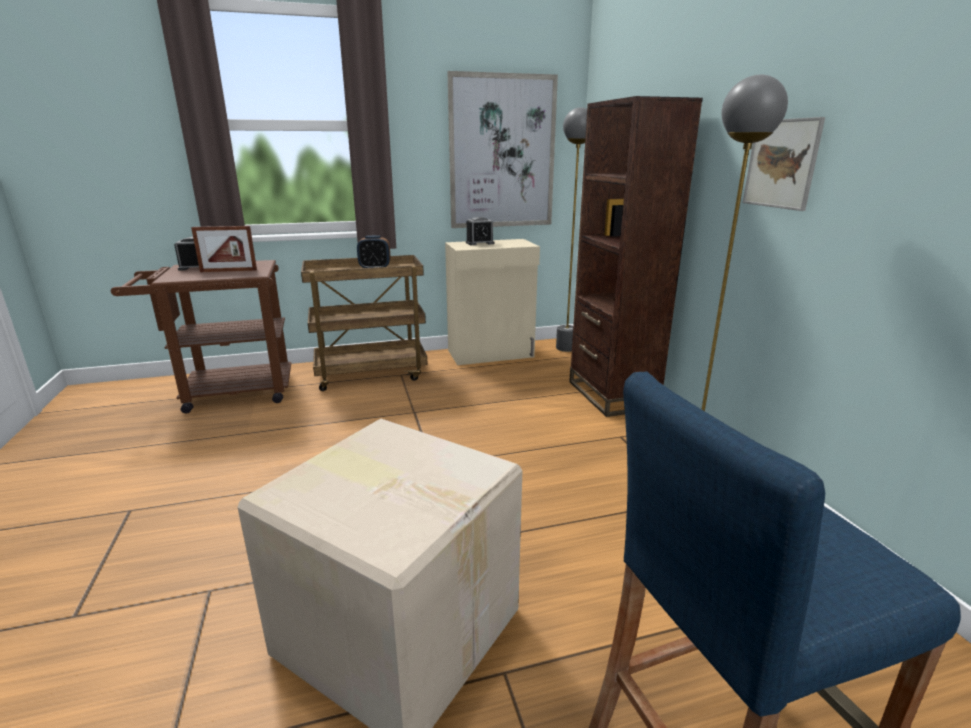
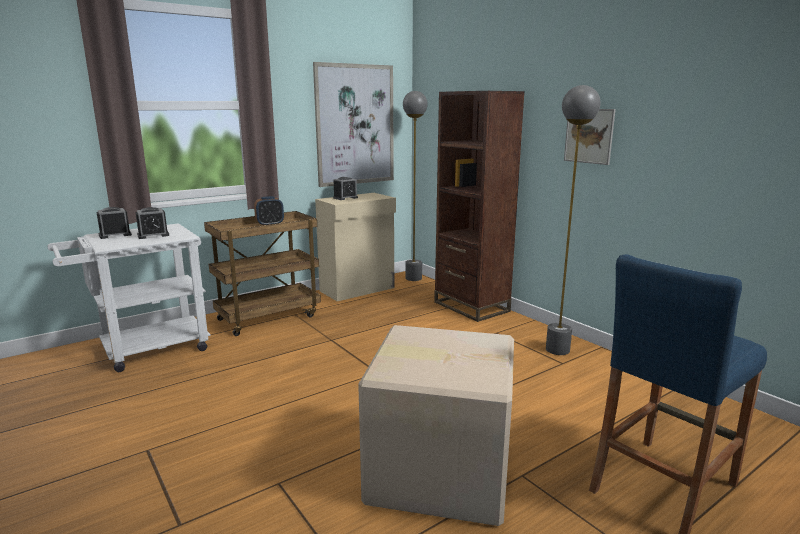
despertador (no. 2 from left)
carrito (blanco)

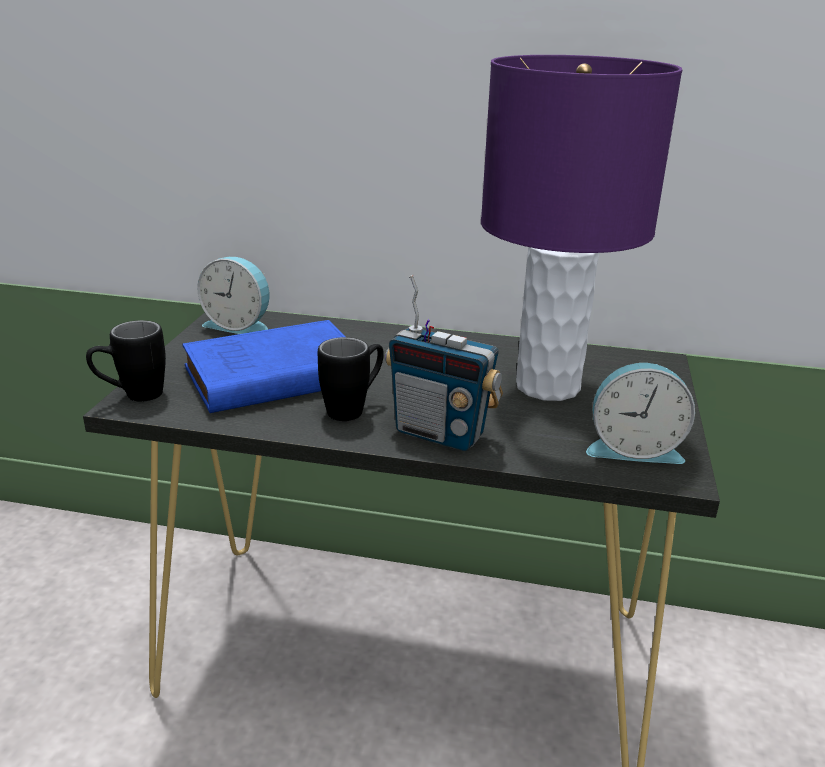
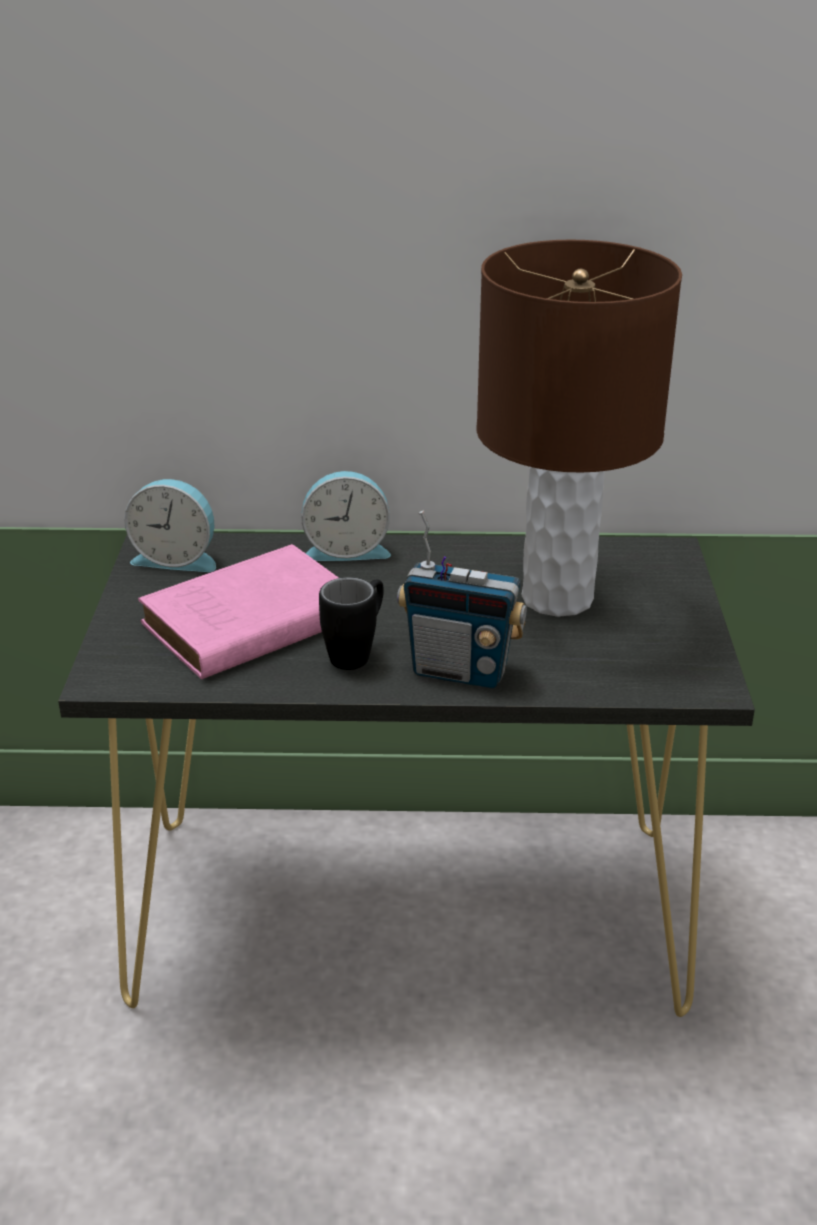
taza grande (negro) (no. 1 from left in the first image)
despertador (no. 2 from left)
libro (rosa)
lámpara de mesa (marrón)

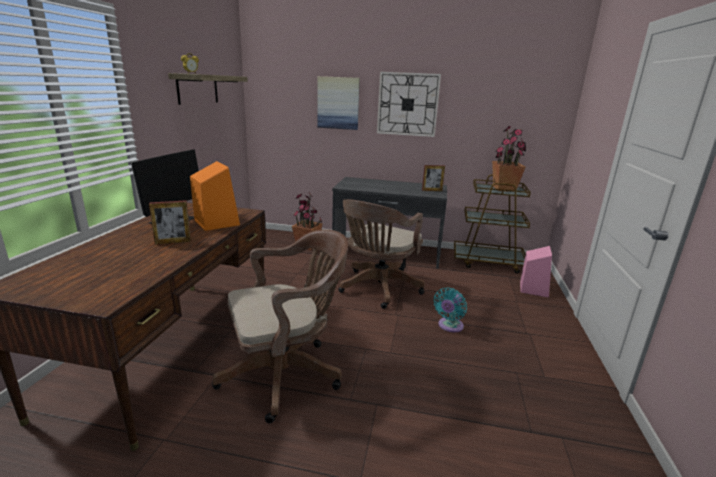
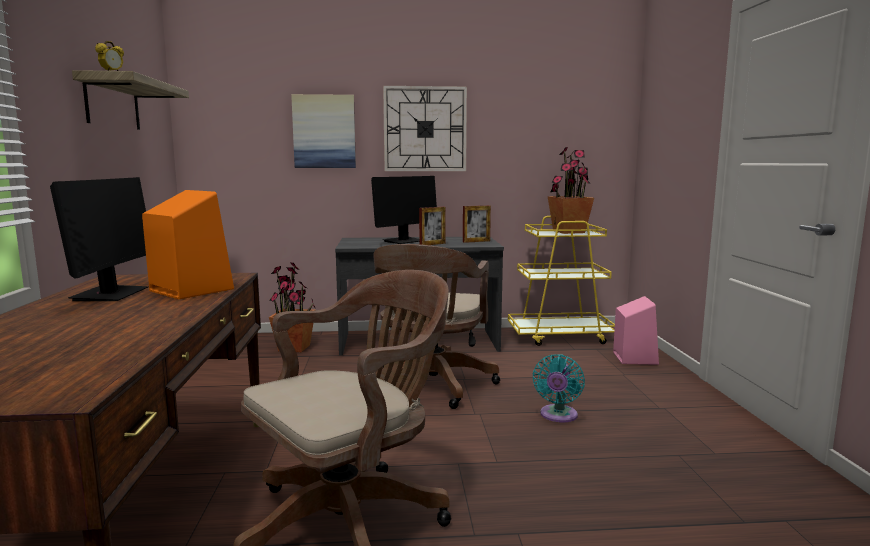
monitor (no. 2 from left)
portarretratos (no. 1 from left)
carrito (amarillo)

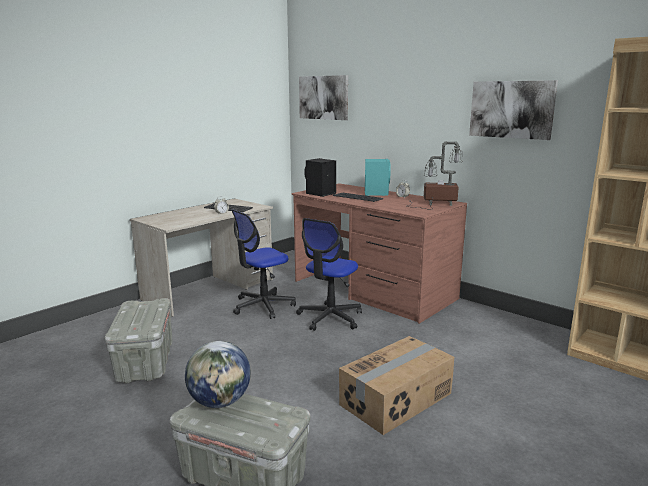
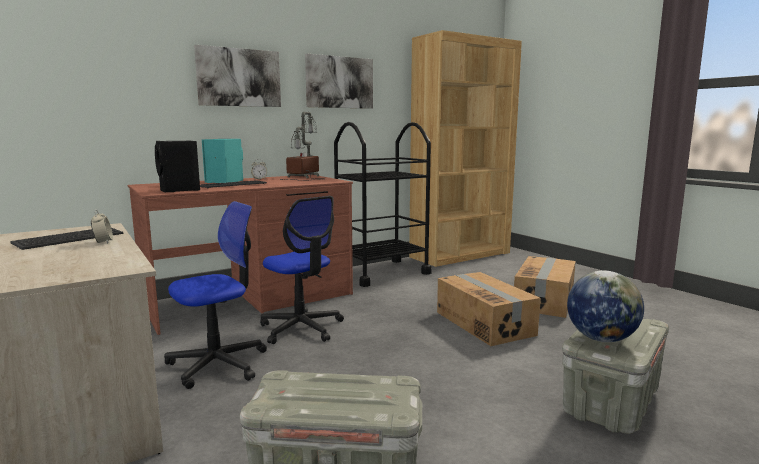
carrito (negro)
caja de cartón (no. 2 from left)
cuadro (no. 1 from left)
silla de oficina (no. 1 from left)

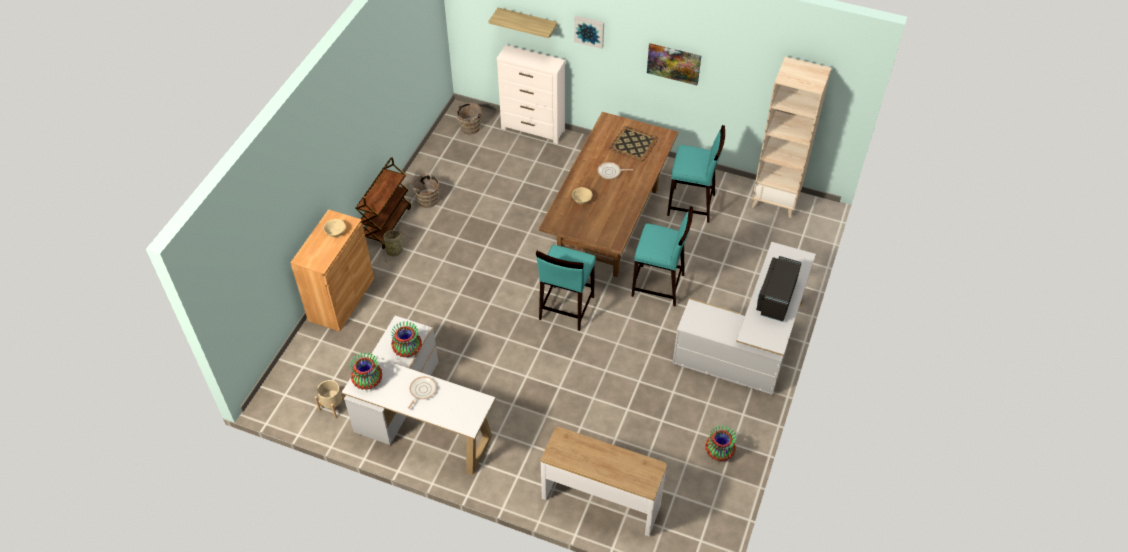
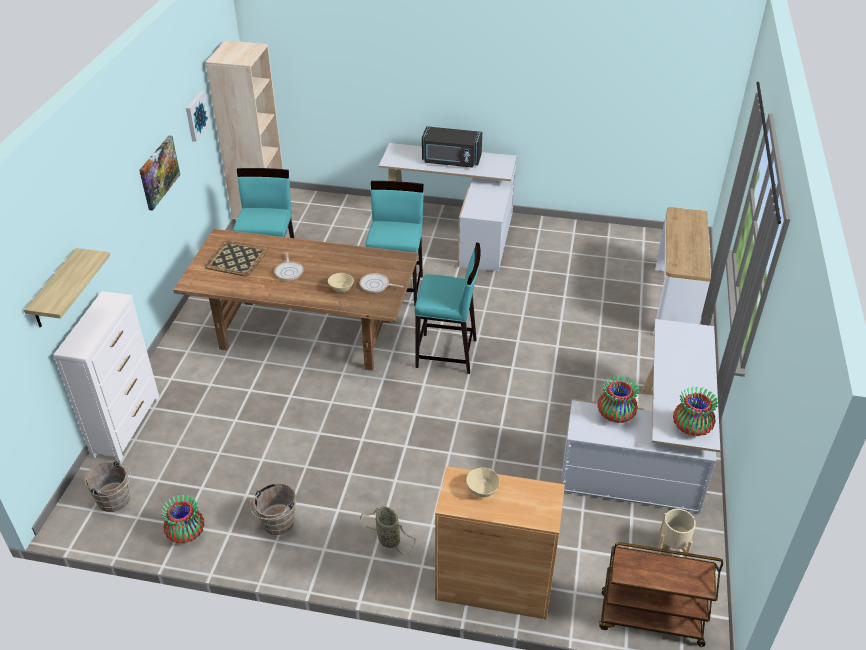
carrito (marrón)
sartén (no. 2 from left)
cuadro (no. 2 from left)
florero (no. 1 from left)

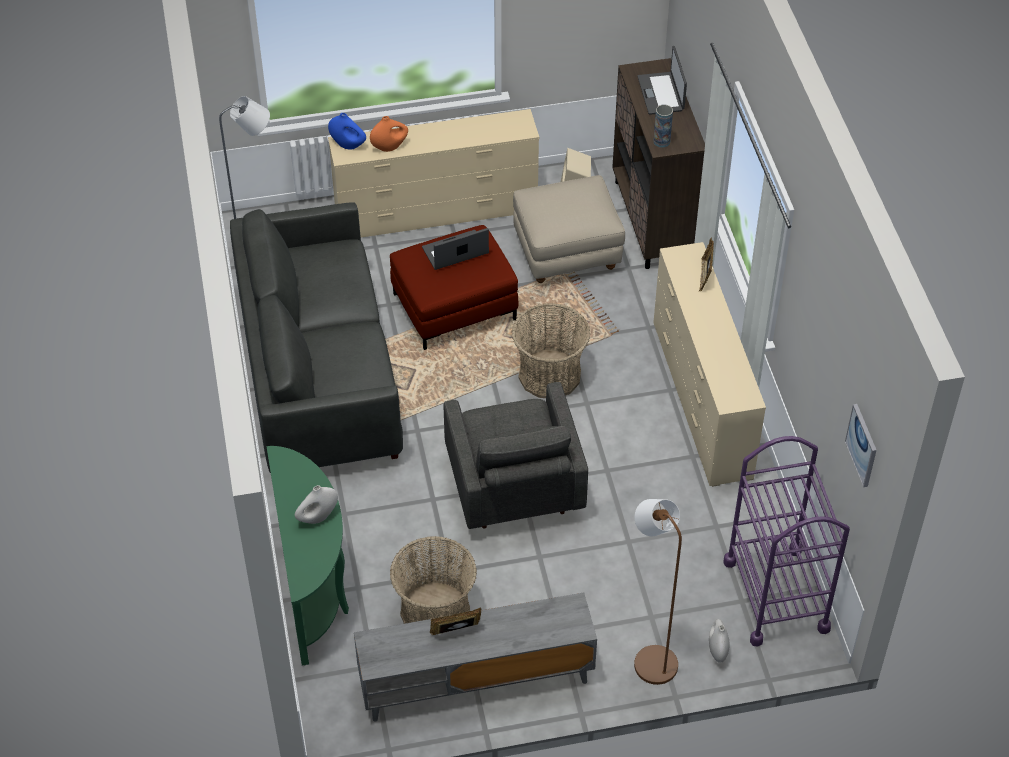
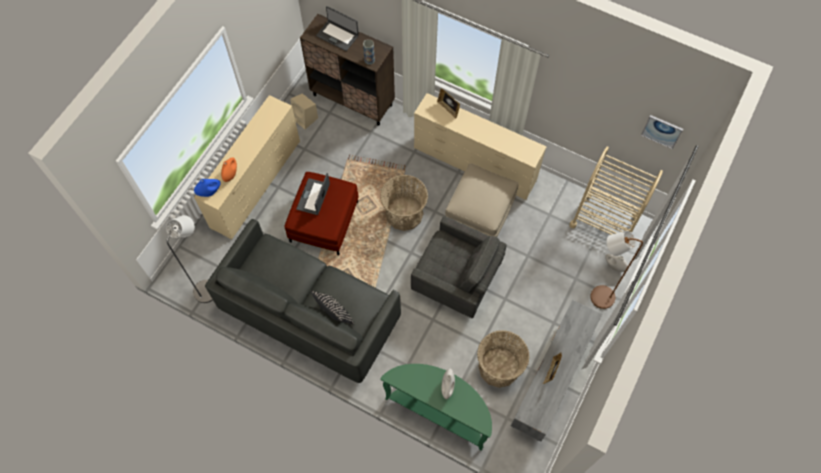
cojín (negro)
puf (beis)
carrito (beis)

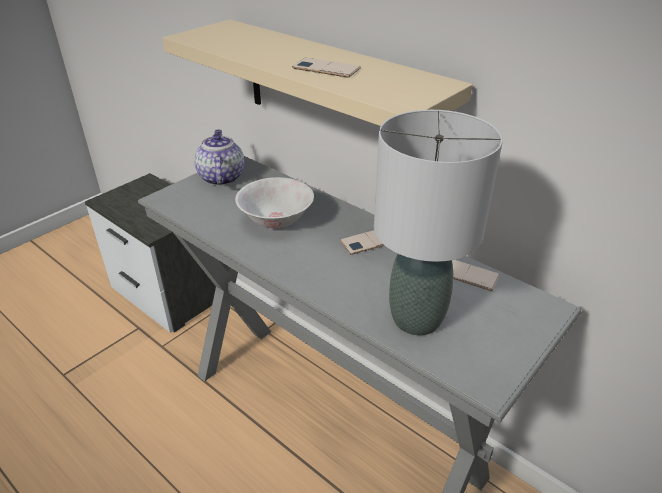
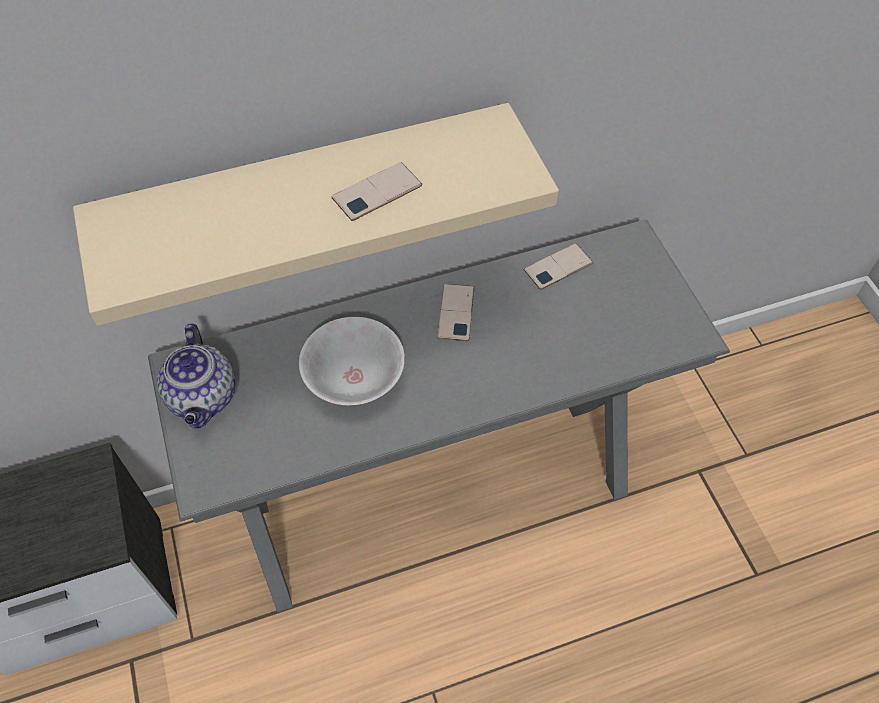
lámpara de mesa (gris)
tetera

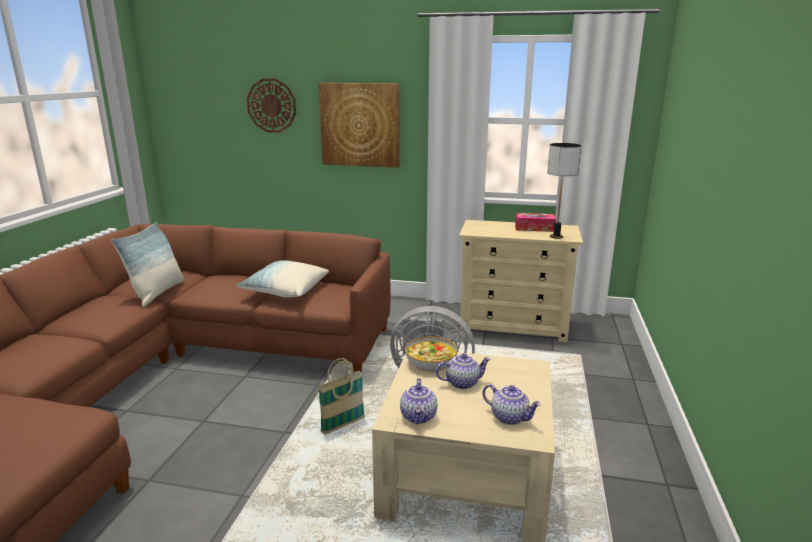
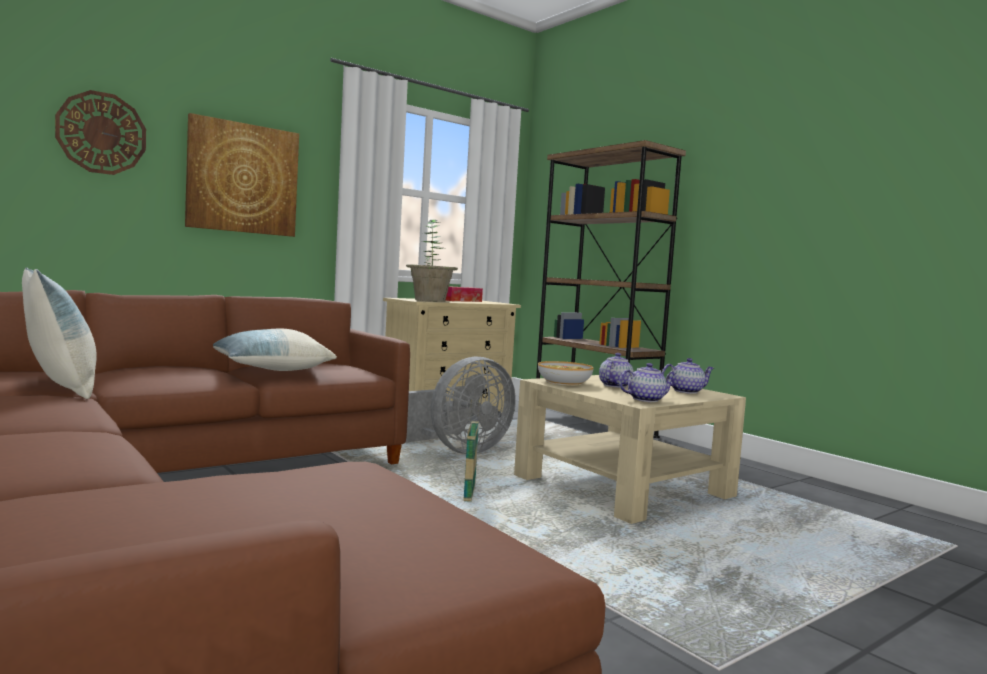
lámpara de mesa
planta en maceta
estantería (marrón)
tetera (no. 2 from left)

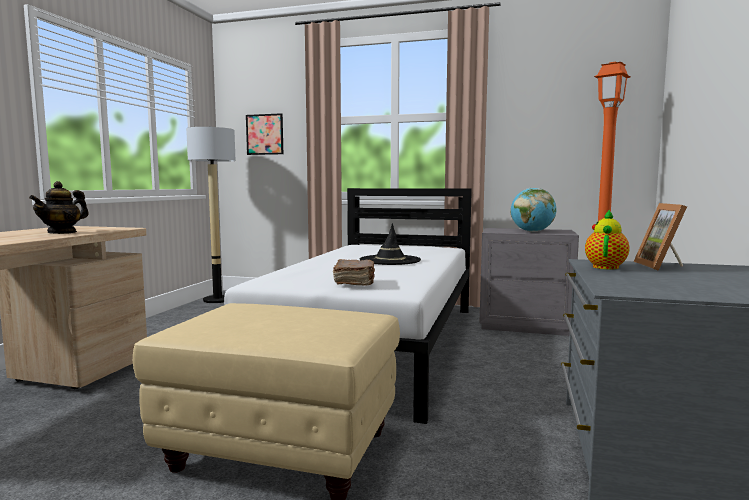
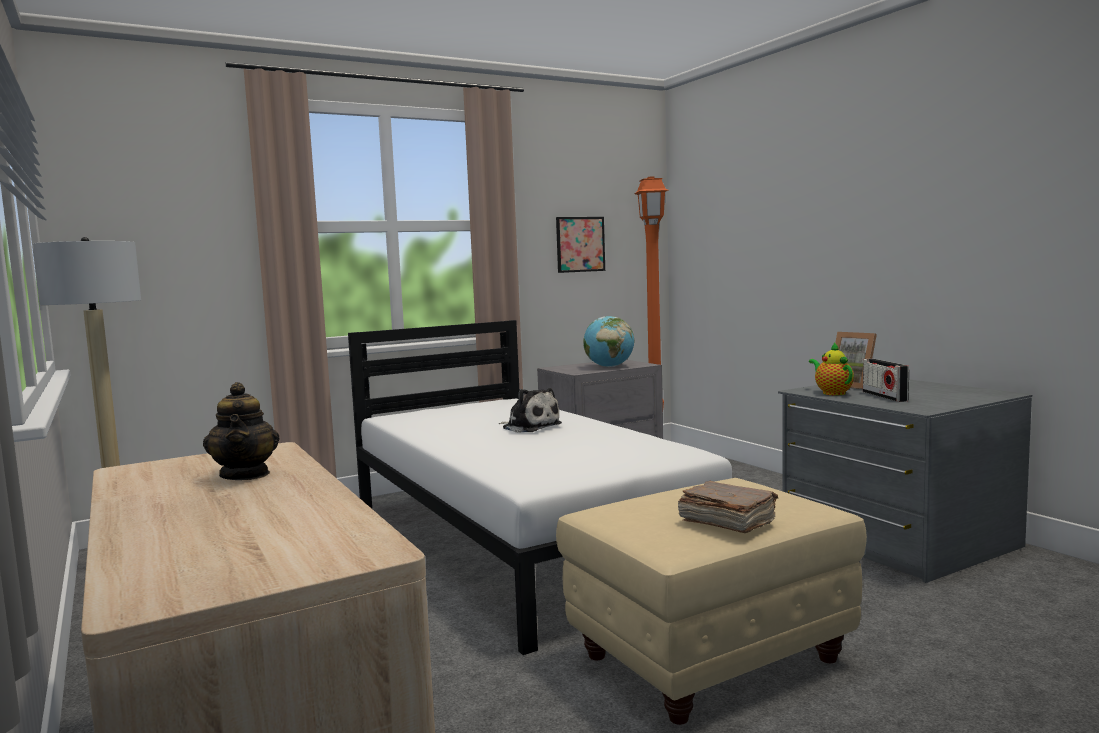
radio
cuadro
libro (marrón)
peluche

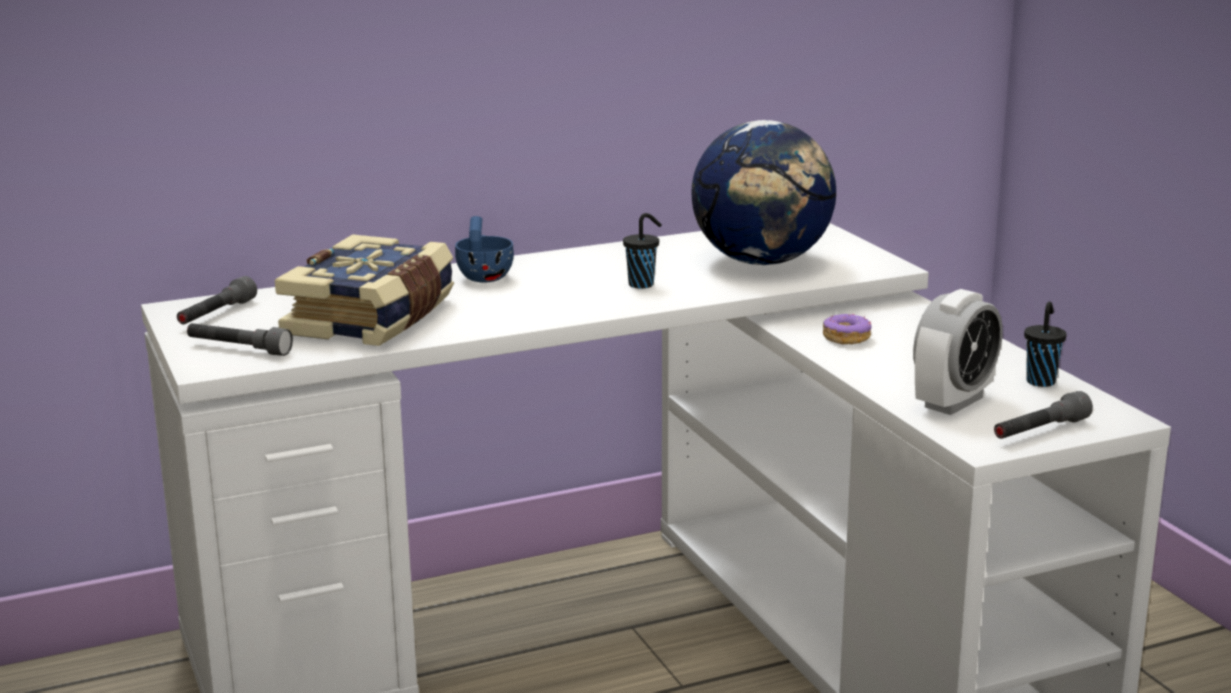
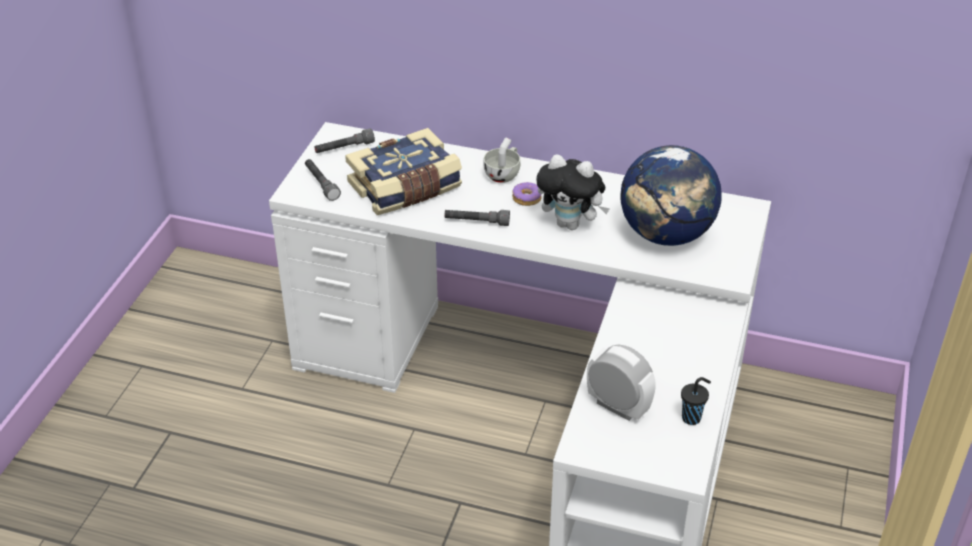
rosquilla
linterna (gris) (no. 3 from left)
peluche
taza (blanco)
despertador

